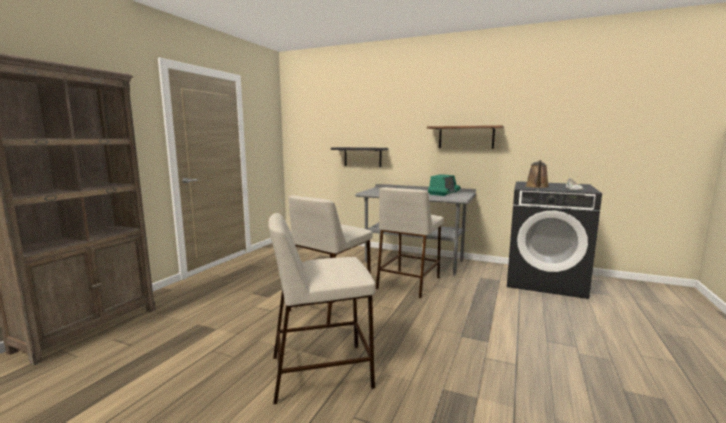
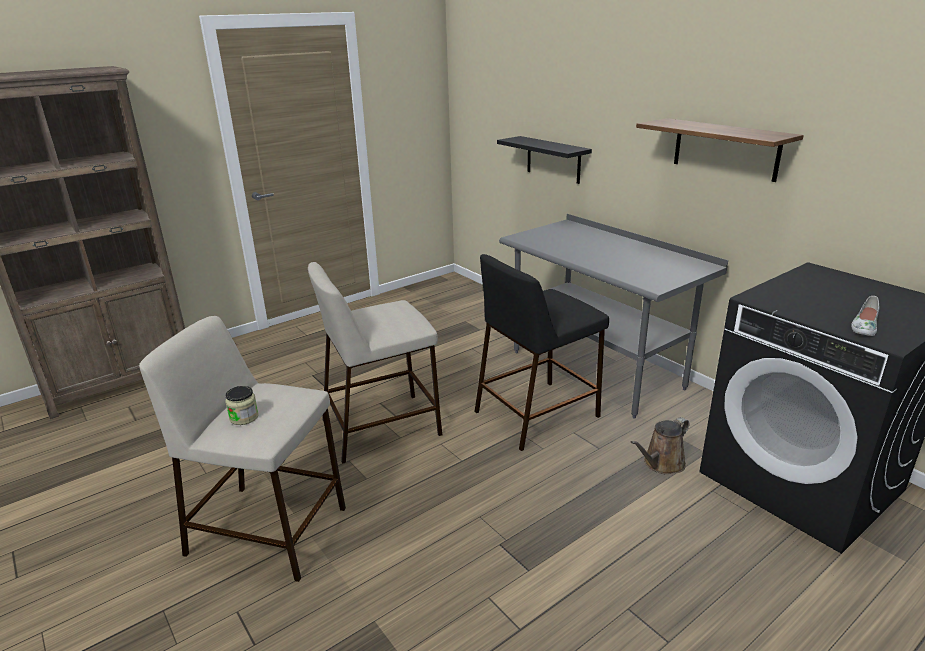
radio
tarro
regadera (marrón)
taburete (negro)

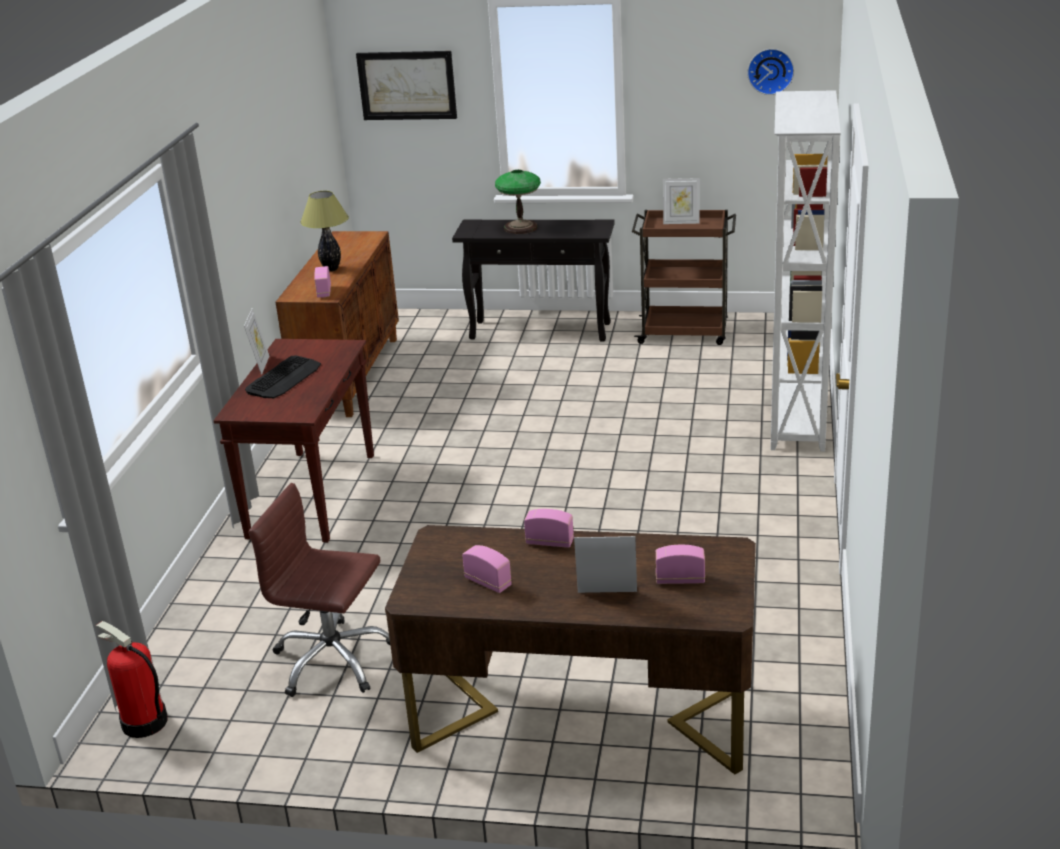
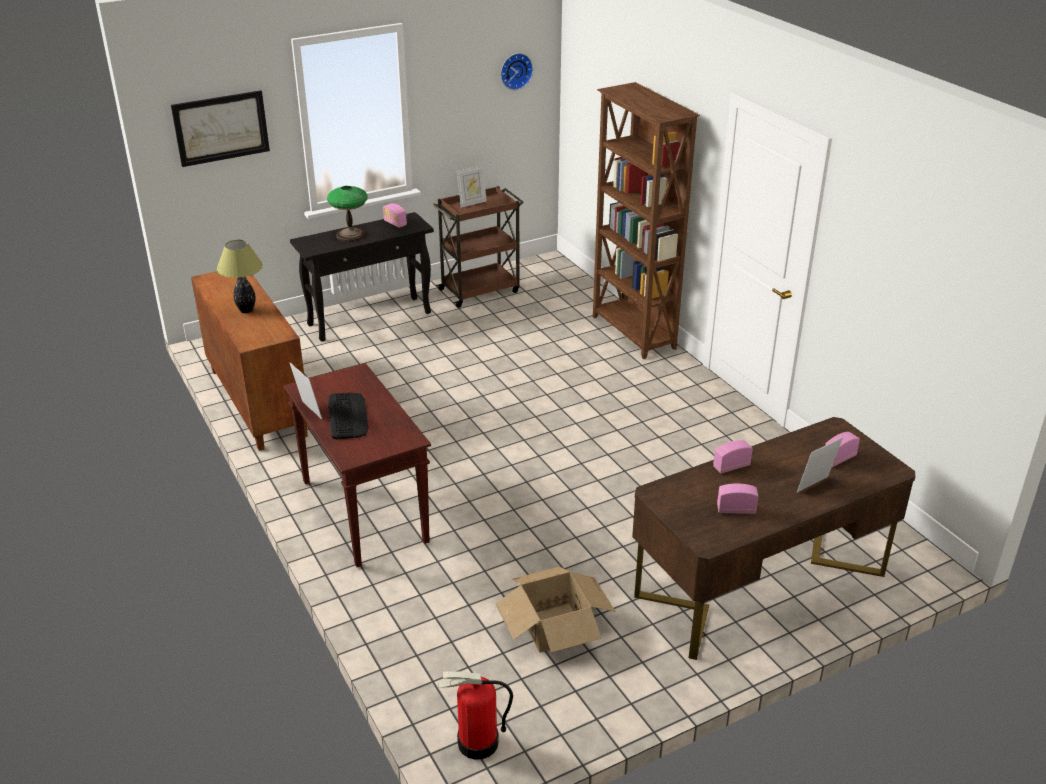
radio (no. 1 from left)
caja de cartón
estantería (marrón)

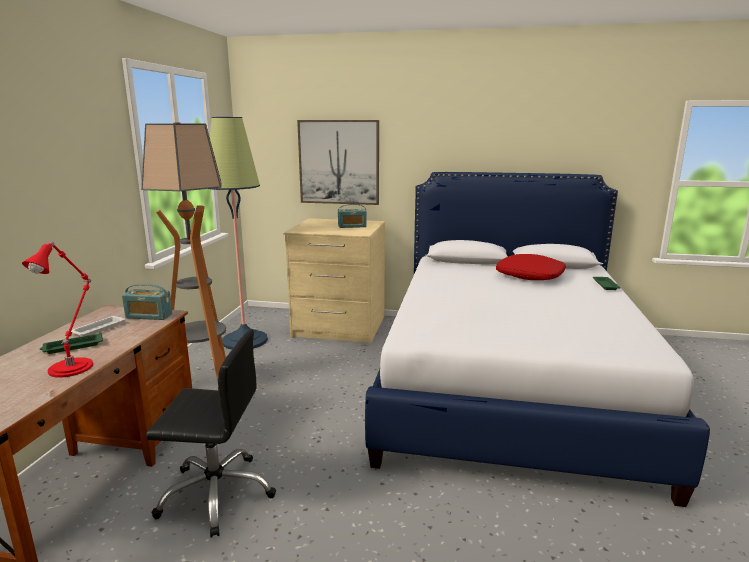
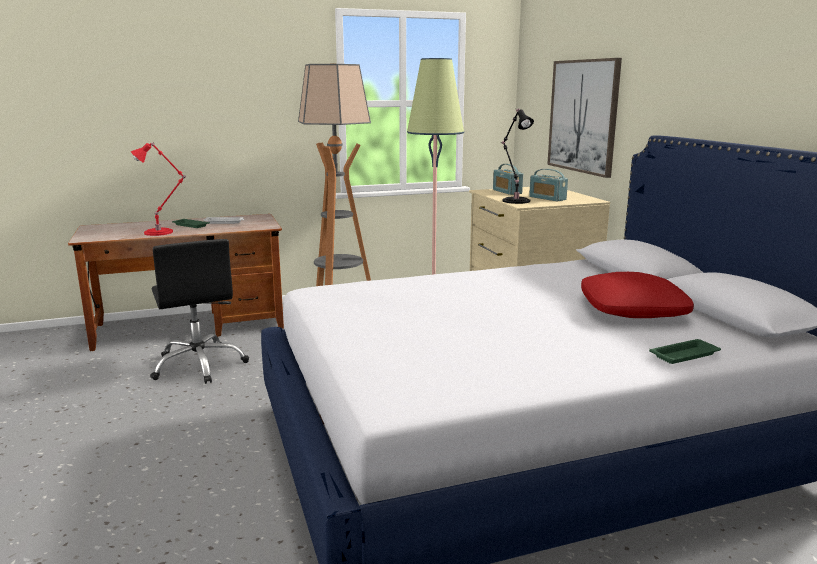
lámpara de mesa (negro)
radio (no. 1 from left)

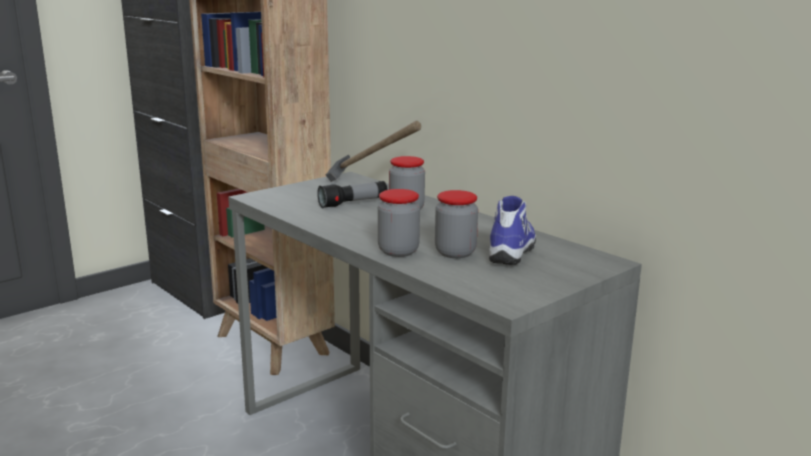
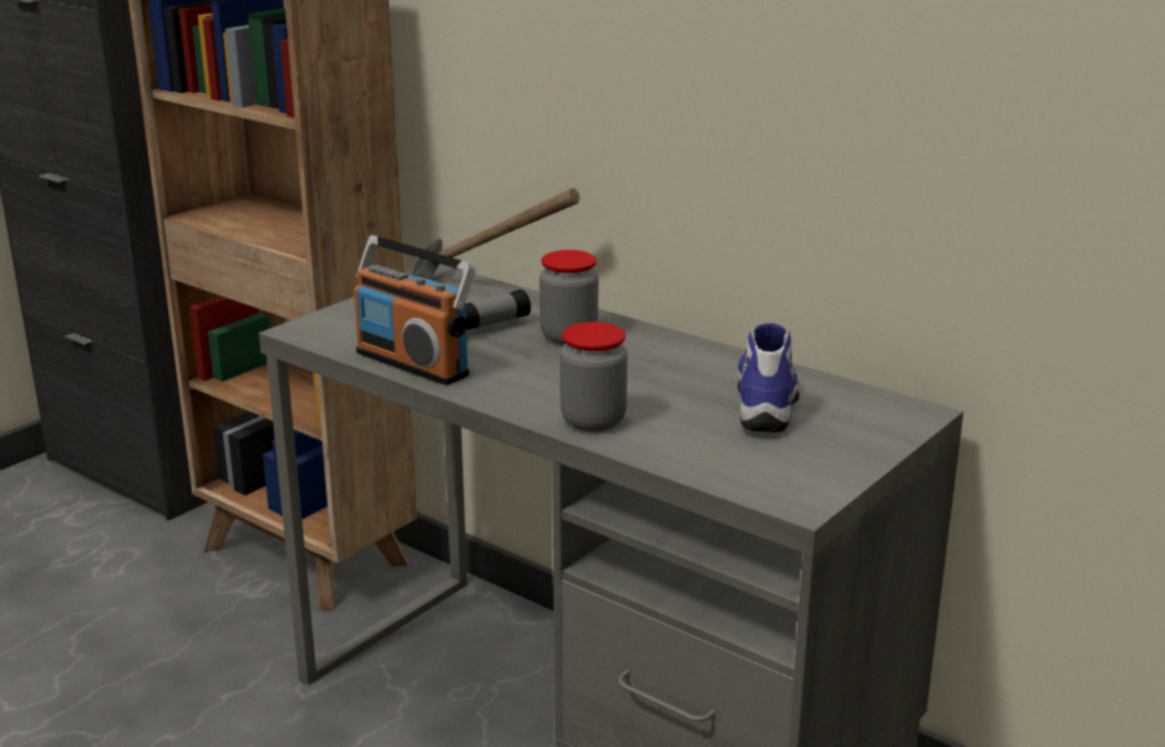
tarro (no. 3 from left in the first image)
radio

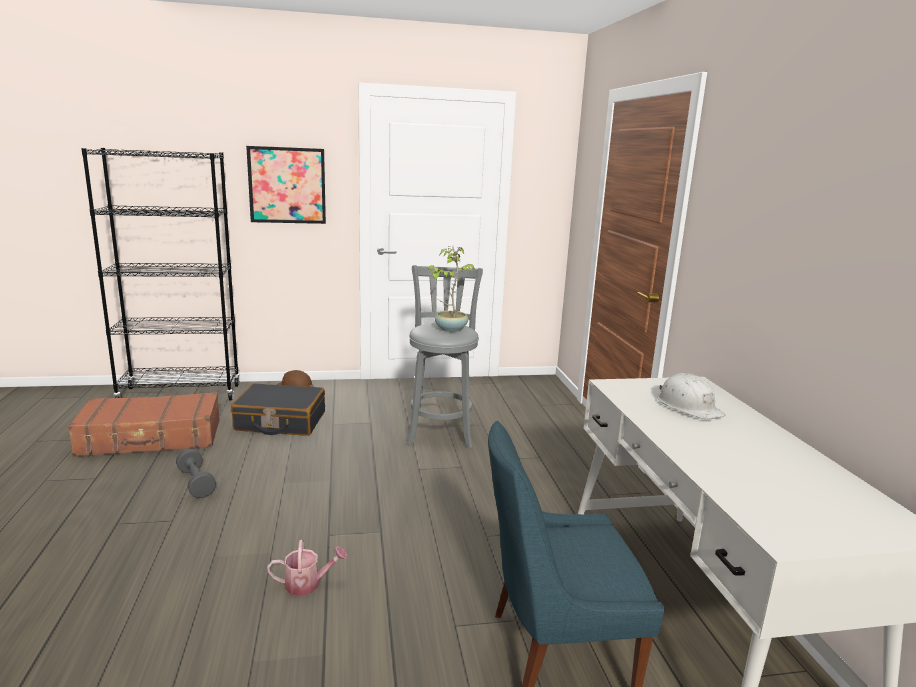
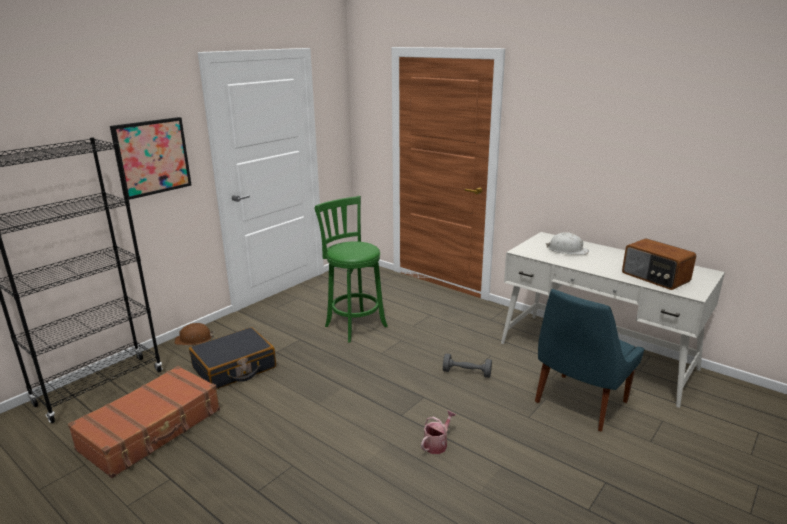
planta en maceta
radio
mancuerna (gris)
taburete (verde)

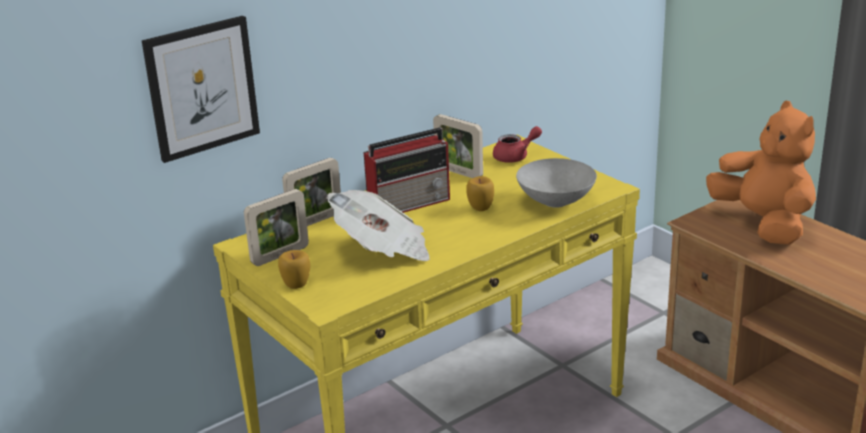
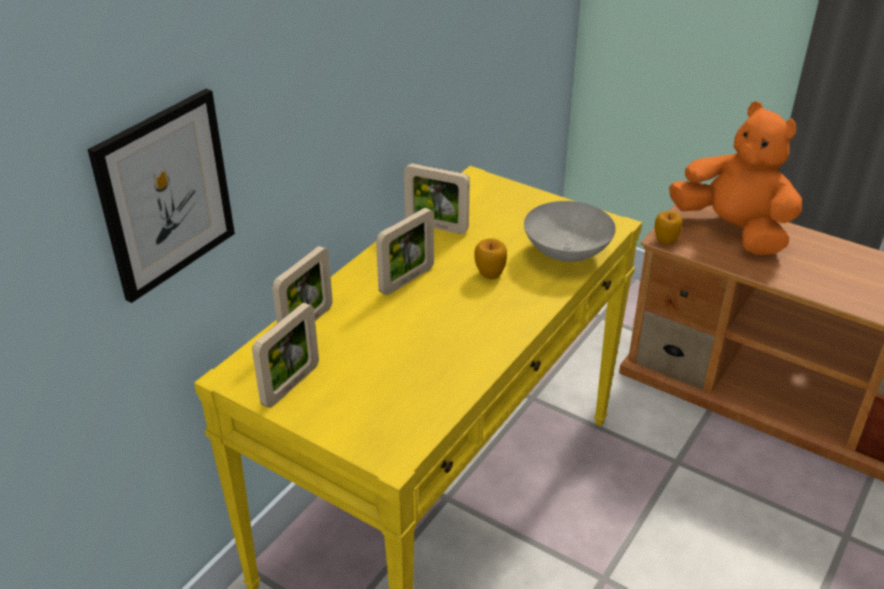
periódico
tetera (rojo)
manzana (no. 2 from left)
portarretratos (no. 3 from left)

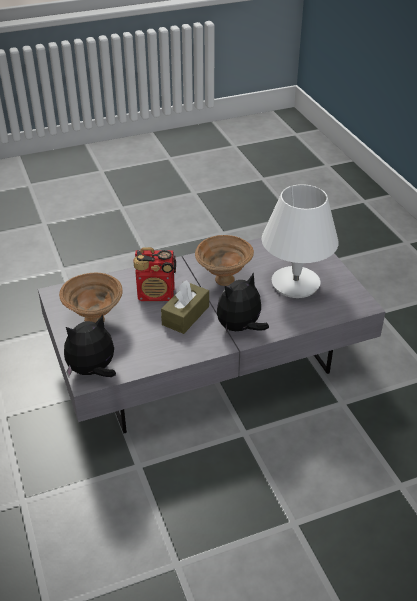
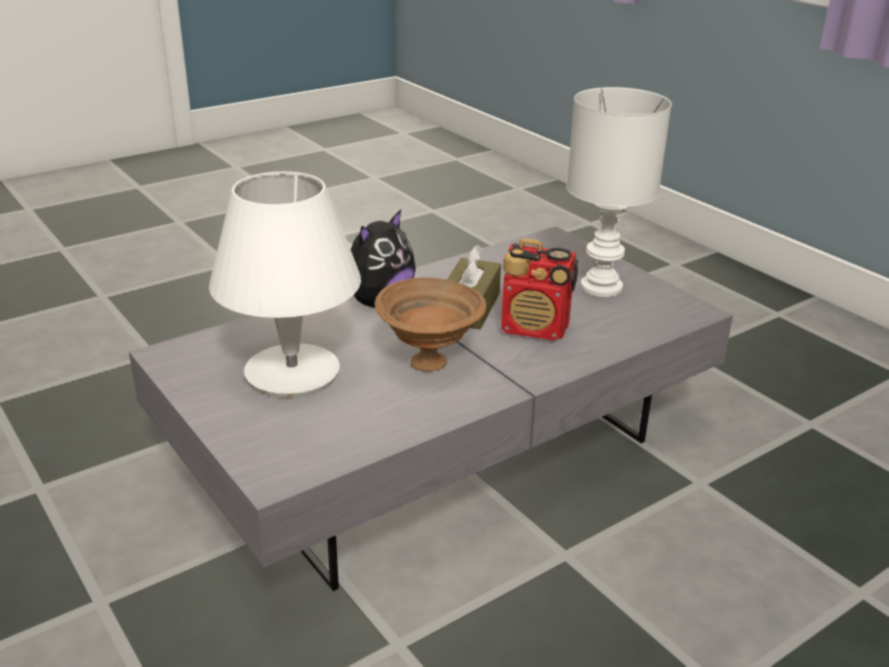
peluche (no. 1 from left in the first image)
lámpara de mesa (blanco) (no. 2 from left)
radio

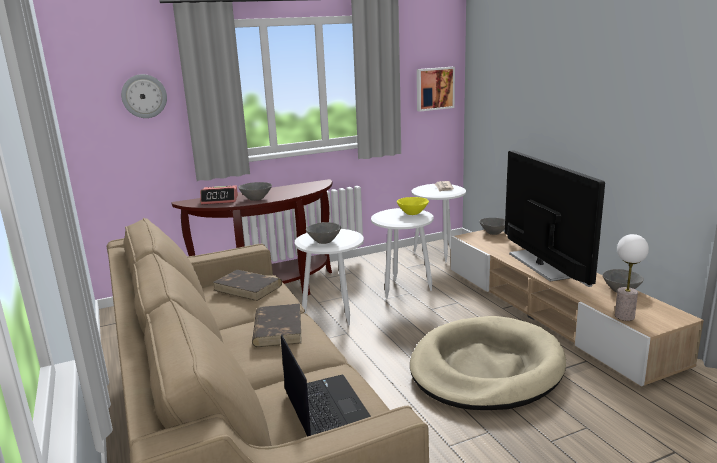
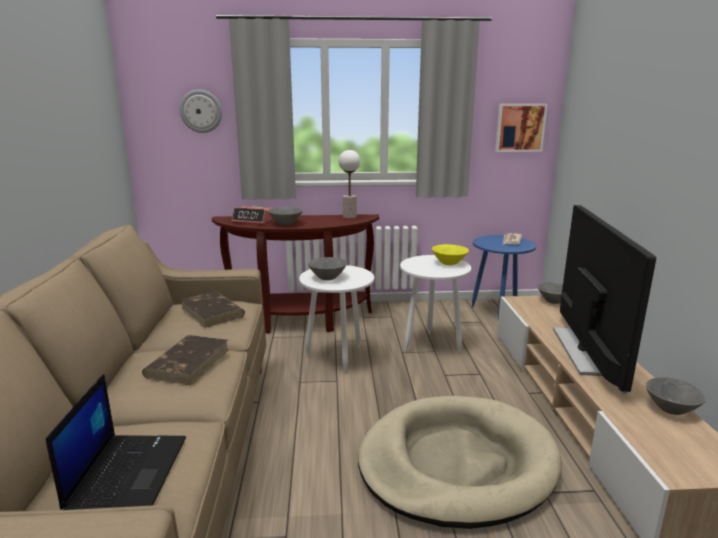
lámpara de mesa
mesa auxiliar (azul)

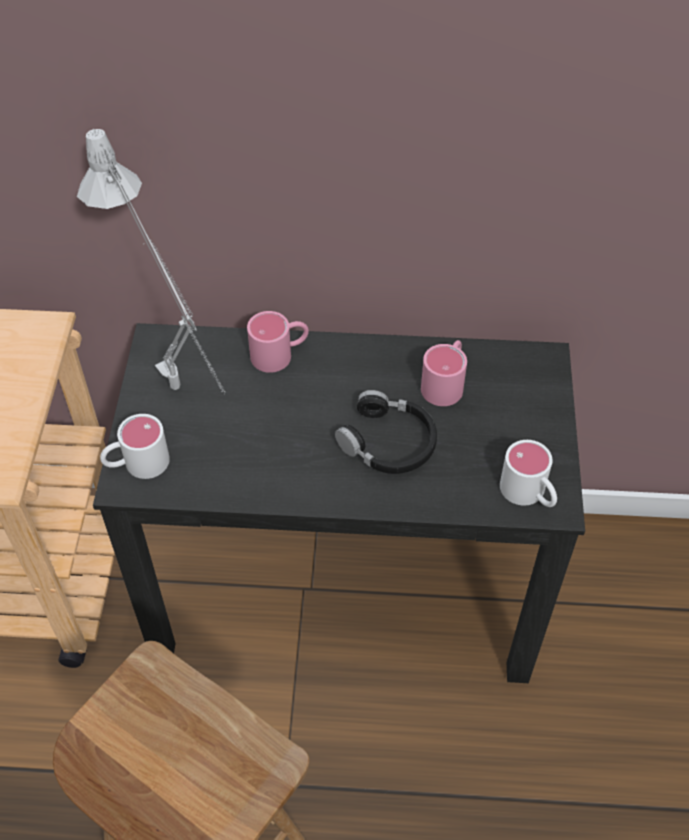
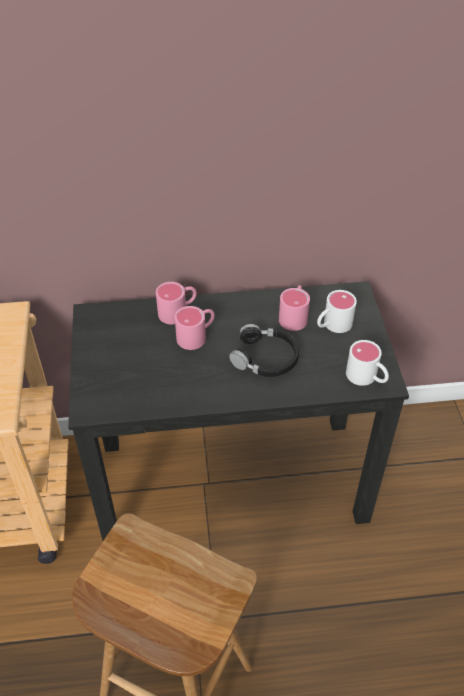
lámpara de mesa (gris)
taza grande (rosa) (no. 2 from left)
taza grande (blanco) (no. 1 from left)

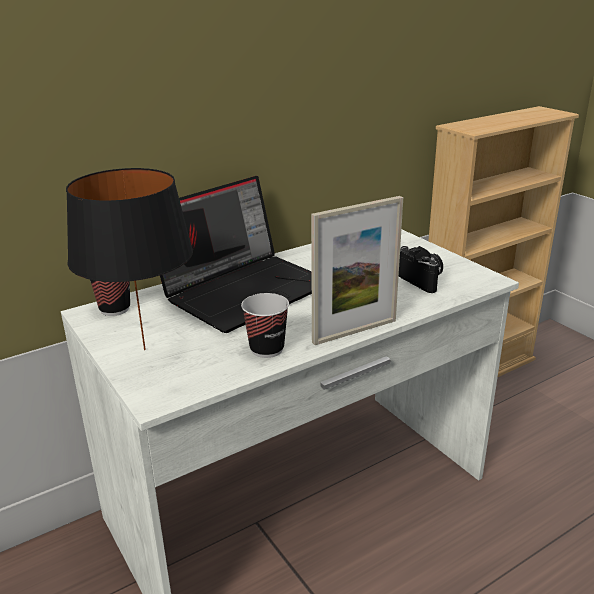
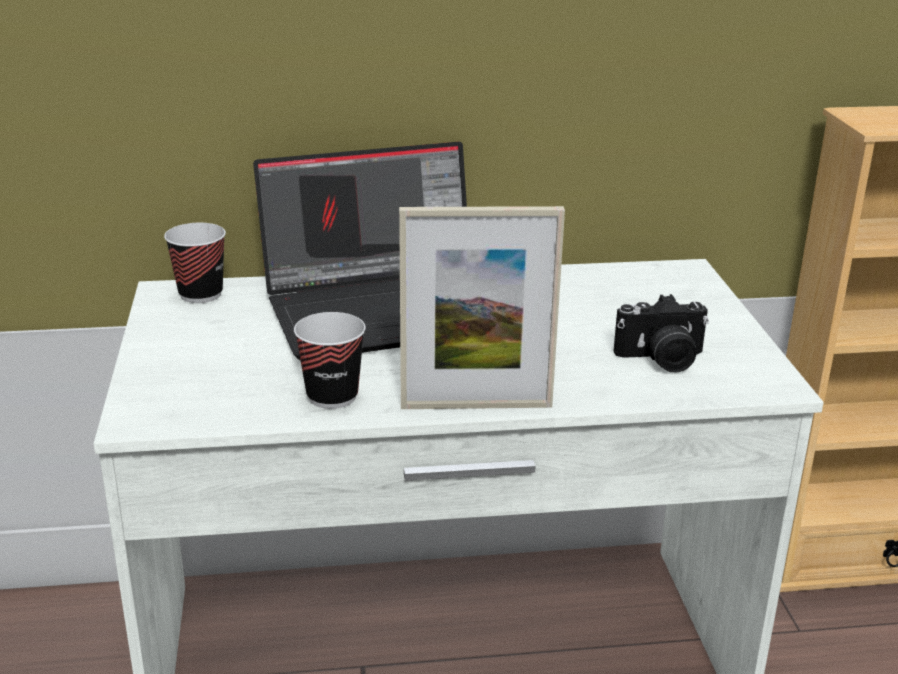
lámpara de mesa (negro)
cámara

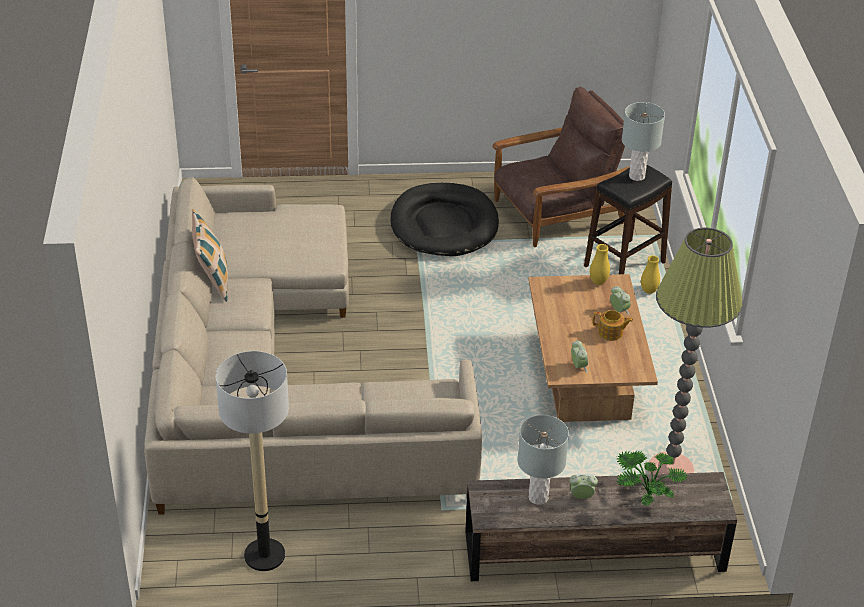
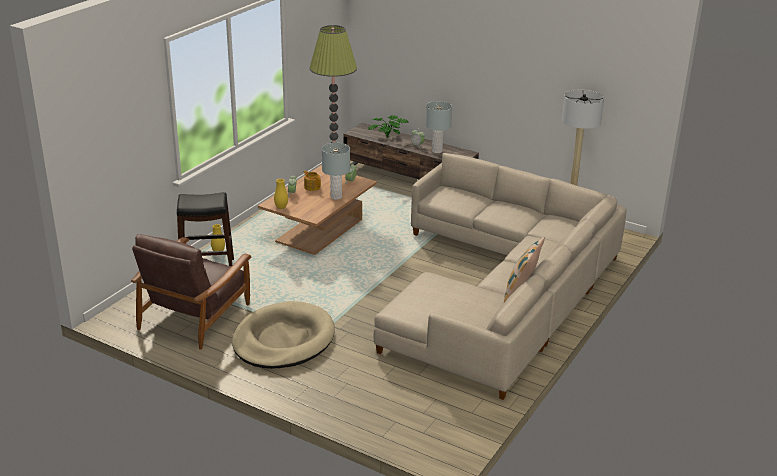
lámpara de mesa (gris) (no. 1 from left)
cama para perro (beis)
sillón (marrón)

